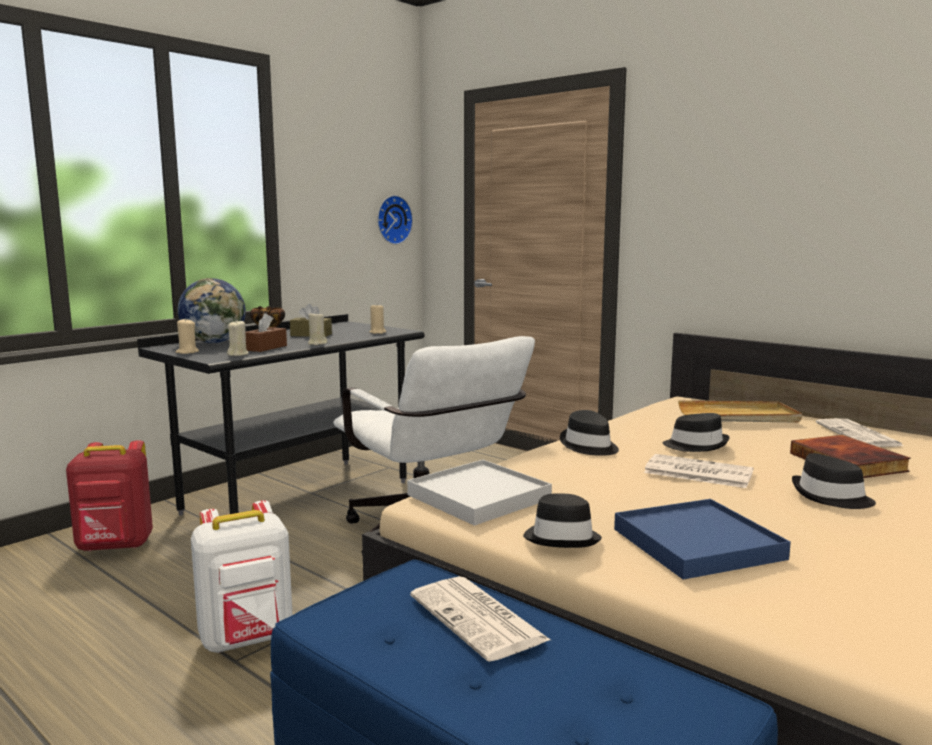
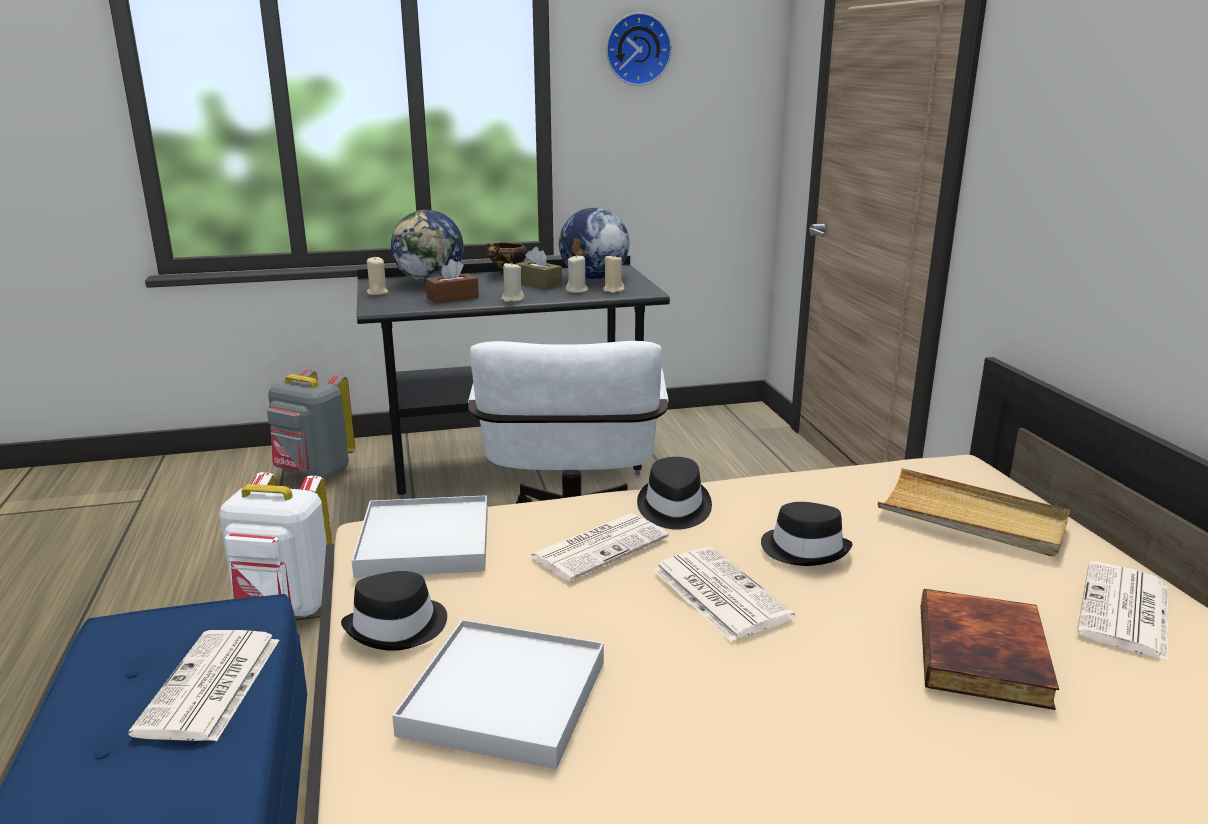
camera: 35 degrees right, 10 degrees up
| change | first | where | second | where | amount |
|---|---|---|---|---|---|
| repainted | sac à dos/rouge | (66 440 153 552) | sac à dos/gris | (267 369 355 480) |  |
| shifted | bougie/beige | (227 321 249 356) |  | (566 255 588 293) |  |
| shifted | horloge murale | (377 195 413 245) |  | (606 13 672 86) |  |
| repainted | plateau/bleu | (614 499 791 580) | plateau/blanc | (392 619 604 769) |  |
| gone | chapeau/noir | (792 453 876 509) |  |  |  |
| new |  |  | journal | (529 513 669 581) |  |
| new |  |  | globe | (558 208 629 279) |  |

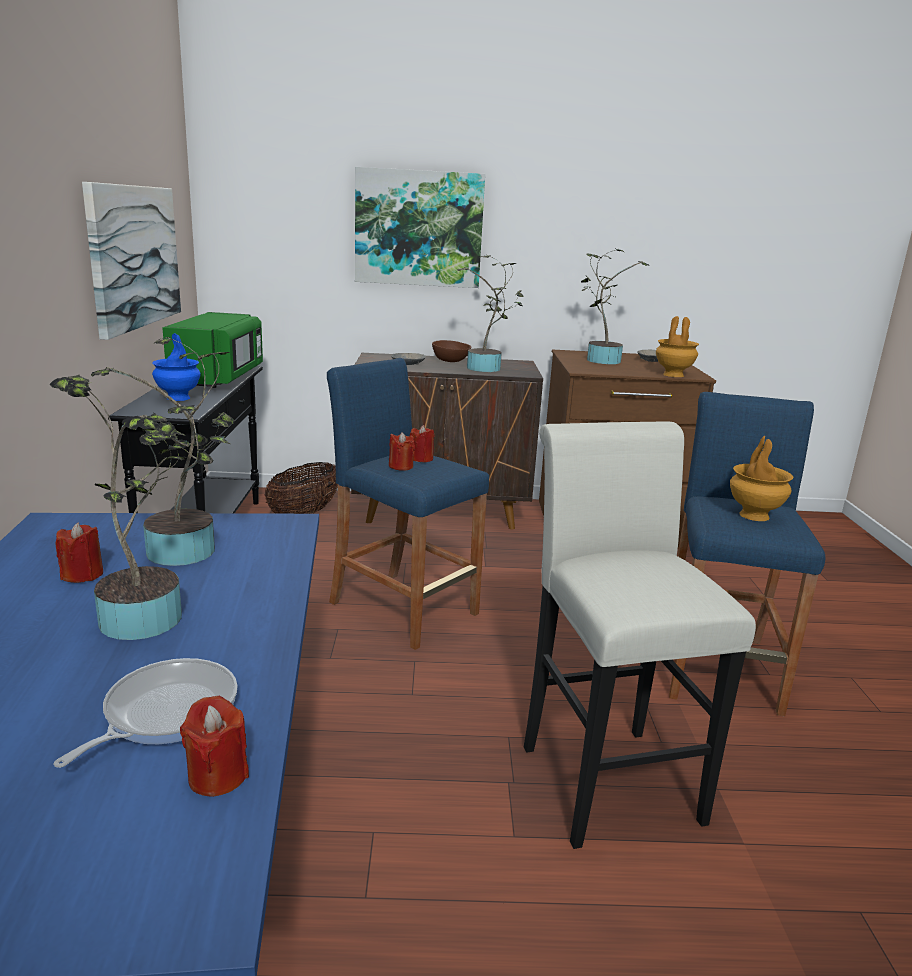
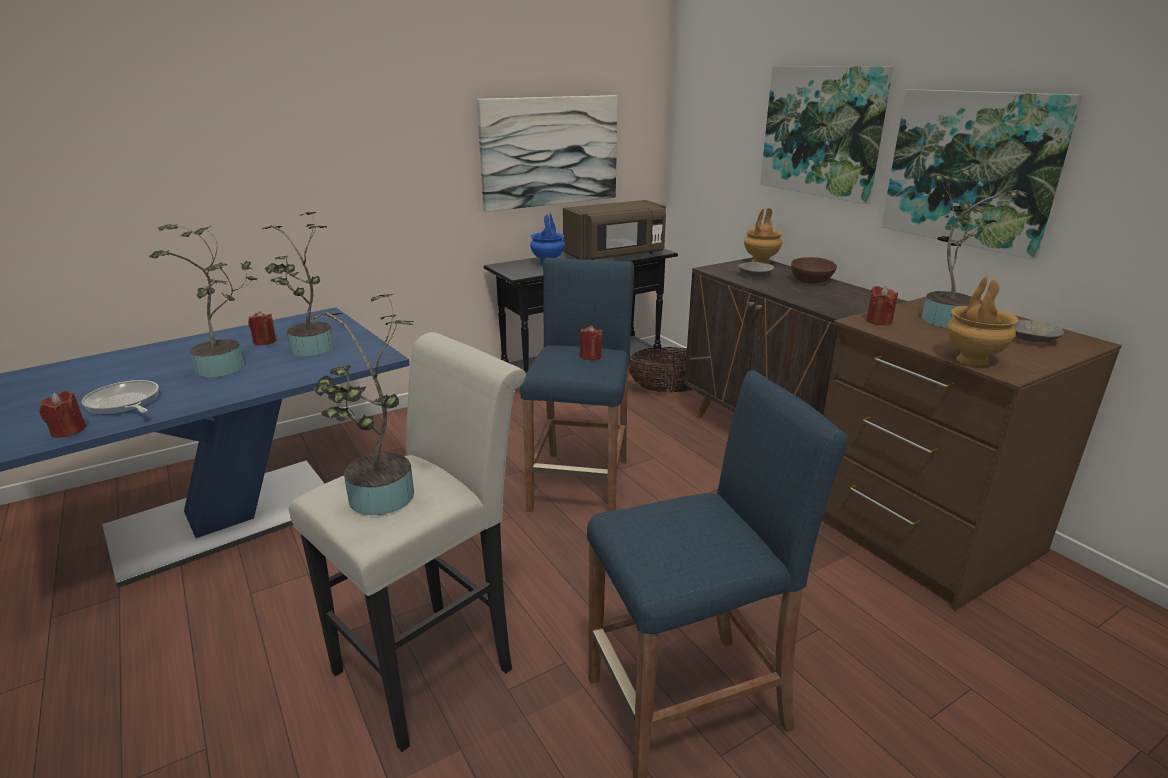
camera: 60 degrees right, 5 degrees up
| change | first | where | second | where | amount |
|---|---|---|---|---|---|
| rotated | poêle | (53 658 238 768) |  | (82 380 159 415) | 135 degrees counterclockwise |
| repainted | micro-ondes/vert | (162 312 263 388) | micro-ondes/marron | (563 200 666 260) |  |
| shifted | bougie/rouge | (389 432 415 471) |  | (866 286 898 325) |  |
| shifted | plante en pot | (457 255 523 372) |  | (310 294 414 515) |  |
| shifted | vase/marron | (730 436 794 521) |  | (744 208 783 264) |  |
| new |  |  | tableau | (881 89 1083 259) |  |

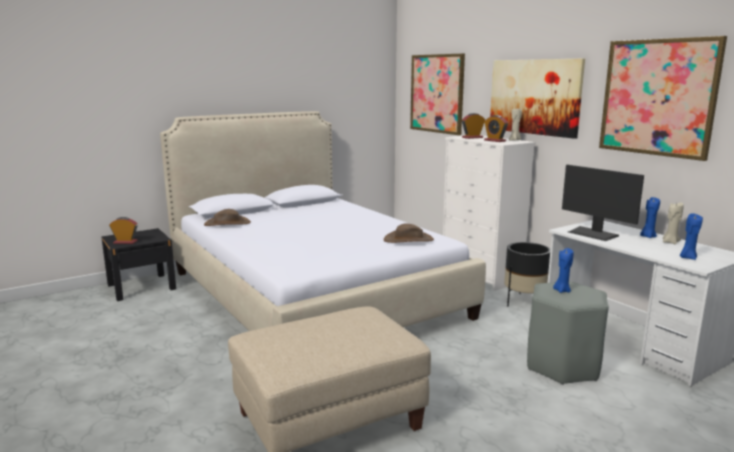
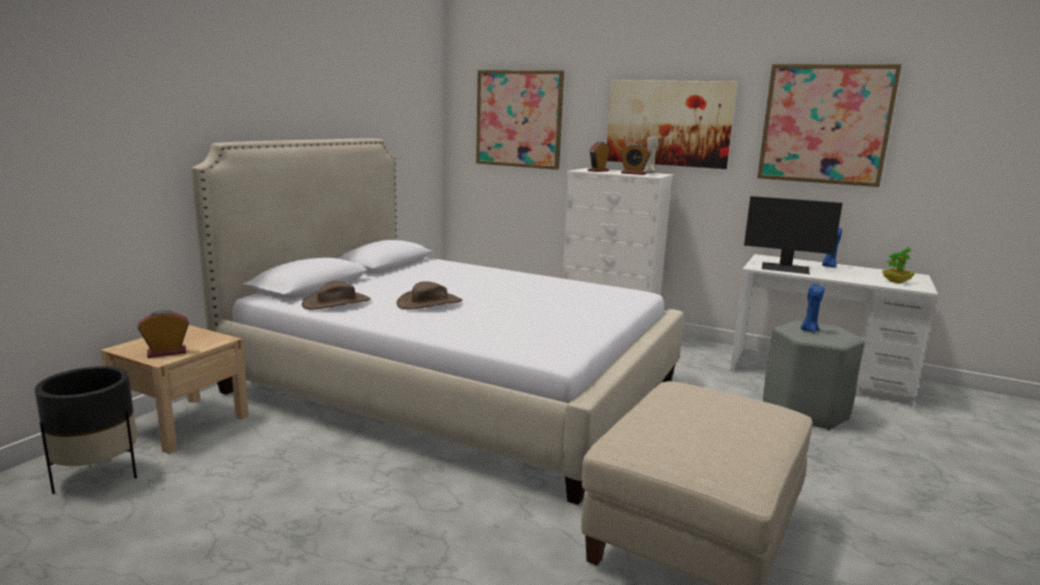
camera: 30 degrees left, 0 degrees up
| change | first | where | second | where | amount |
|---|---|---|---|---|---|
| repainted | table de chevet/noir | (101 228 176 301) | table de chevet/beige | (101 325 249 454) |  |
| shifted | chapeau/marron | (384 223 434 243) |  | (397 282 462 309) |  |
| shifted | cache-pot/noir | (504 242 551 306) |  | (35 366 137 494) |  |
| gone | bougie/beige | (663 202 684 244) |  |  |  |
| swapped | bougie/bleu | (680 213 703 260) | plante en pot | (882 247 914 284) |  |

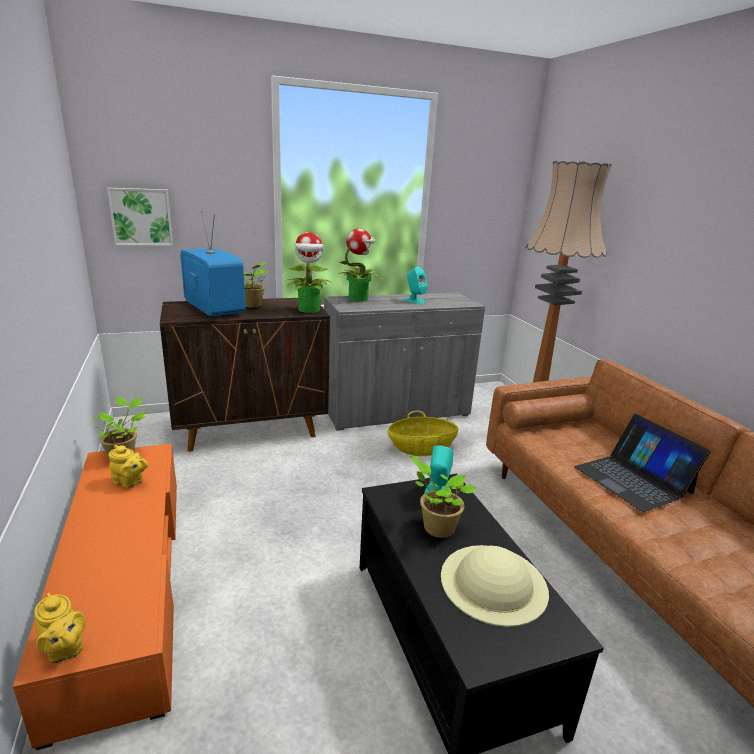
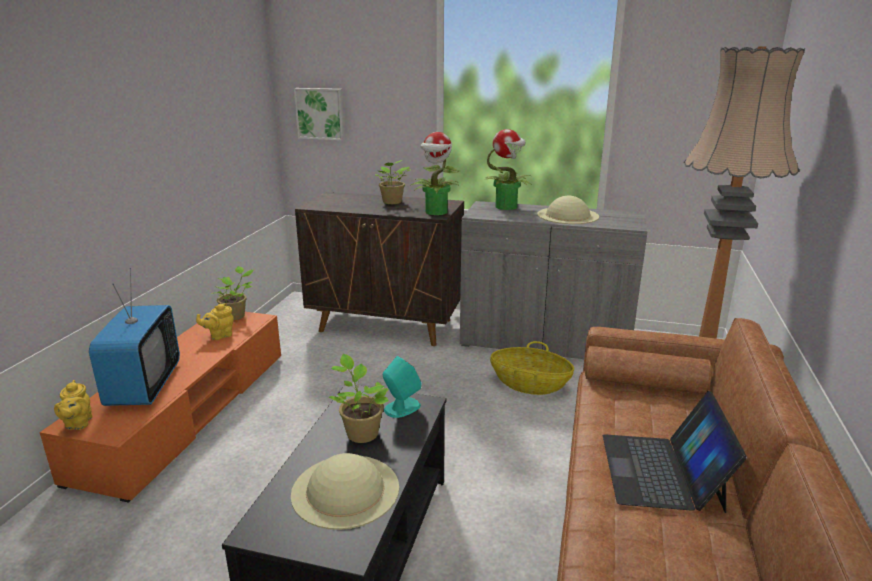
camera: 35 degrees right, 0 degrees up
| change | first | where | second | where | amount |
|---|---|---|---|---|---|
| rotated | théière/jaune | (109 445 148 488) |  | (196 303 234 340) | 90 degrees clockwise |
| shifted | téléviseur | (180 211 246 317) |  | (89 268 180 406) |  |
| swapped | enceinte/turquoise | (405 267 428 304) | chapeau/beige | (537 195 599 224) |  |

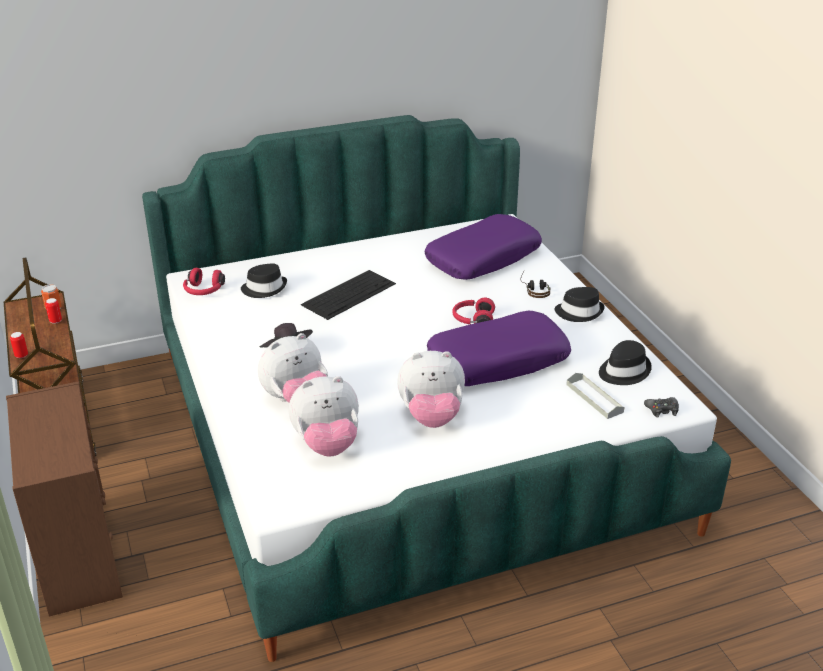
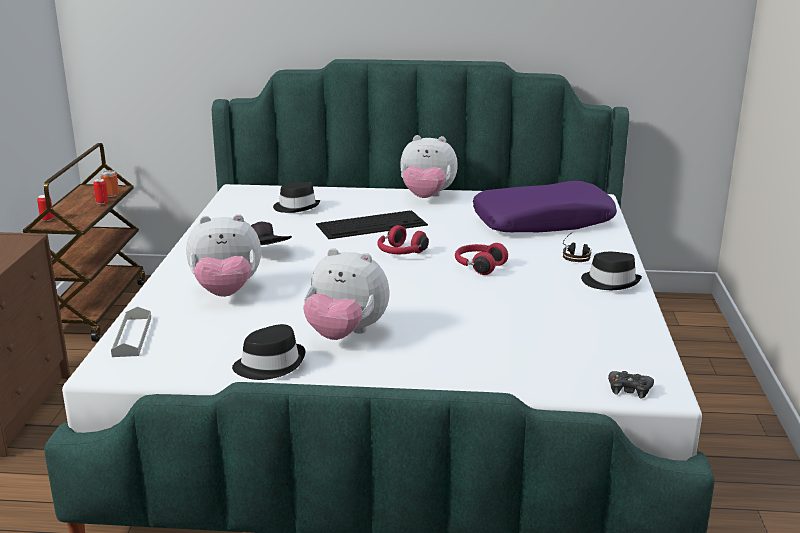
camera: 25 degrees right, 10 degrees down
| change | first | where | second | where | amount |
|---|---|---|---|---|---|
| shifted | casque audio/rouge | (183 268 225 295) |  | (377 225 429 254) |  |
| shifted | peluche | (289 376 359 457) |  | (400 135 458 198) |  |
| gone | coussin/violet | (427 311 571 386) |  |  |  |
| shifted | plateau/gris | (566 373 625 419) |  | (111 306 151 357) |  |
| shifted | chapeau/noir | (599 340 652 385) |  | (232 324 305 380) |  |

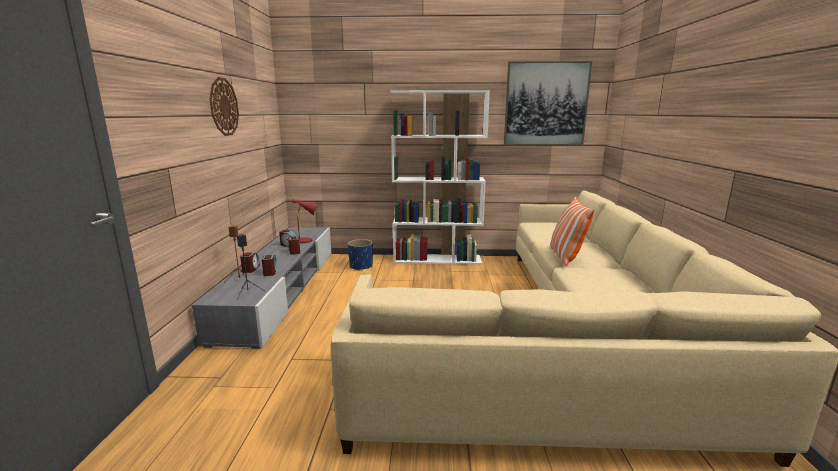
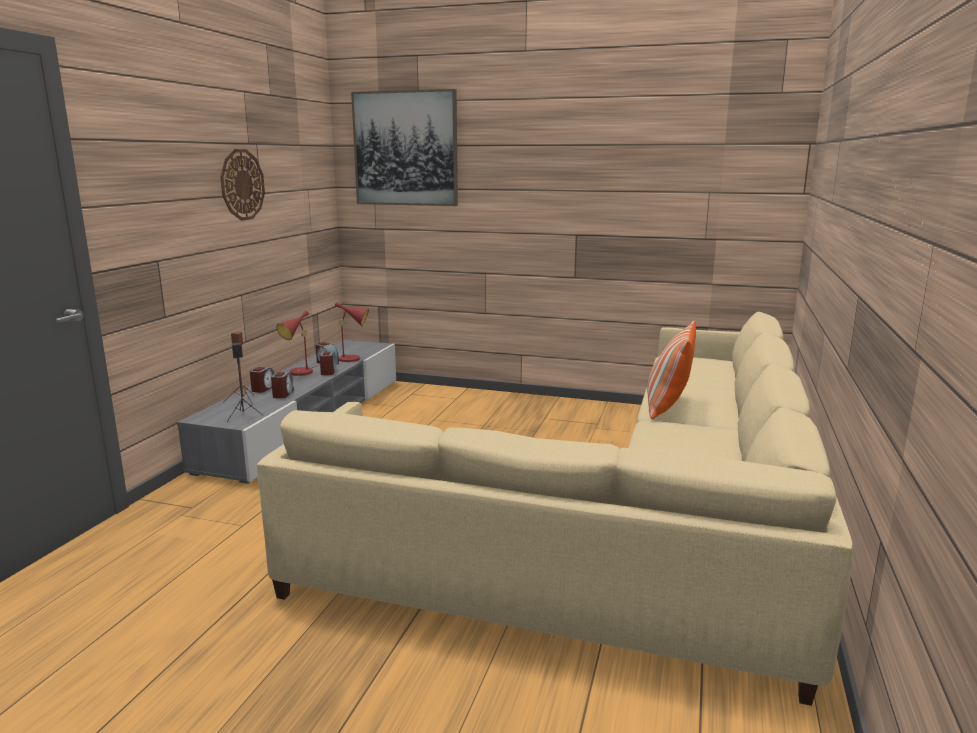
camera: 15 degrees right, 0 degrees up
| change | first | where | second | where | amount |
|---|---|---|---|---|---|
| gone | cache-pot/bleu | (348 239 373 271) |  |  |  |
| gone | bibliothèque/blanc | (390 90 490 265) |  |  |  |
| shifted | tableau | (504 61 592 146) |  | (351 89 458 206) |  |
| new |  |  | lampe de table/rouge | (277 310 320 376) |  |

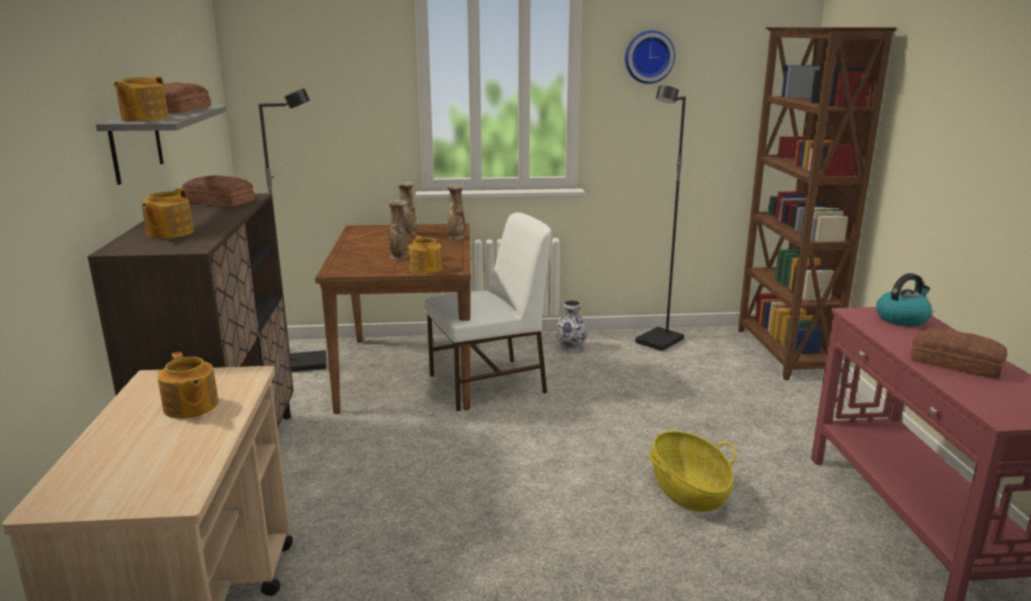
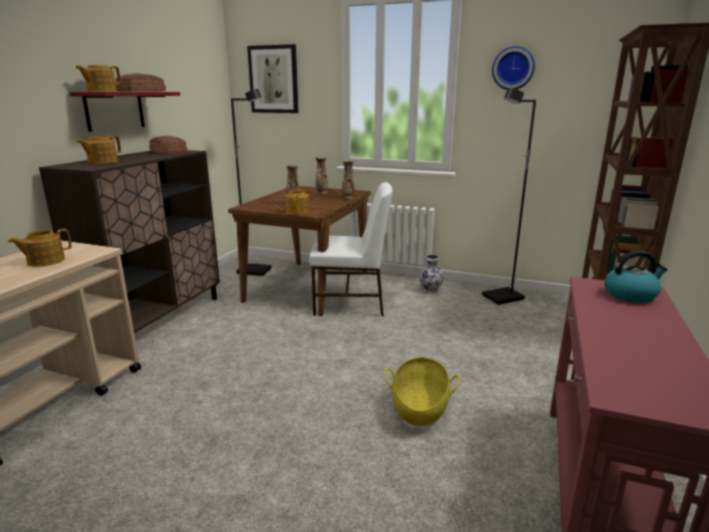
camera: 25 degrees right, 0 degrees up
| change | first | where | second | where | amount |
|---|---|---|---|---|---|
| repainted | étagère/gris | (96 106 227 185) | étagère/rouge | (69 92 180 132) |  |
| rotated | théière | (157 352 219 419) |  | (8 229 72 267) | 60 degrees clockwise |
| gone | pain | (910 328 1008 379) |  |  |  |
| new |  |  | tableau | (247 44 299 113) |  |

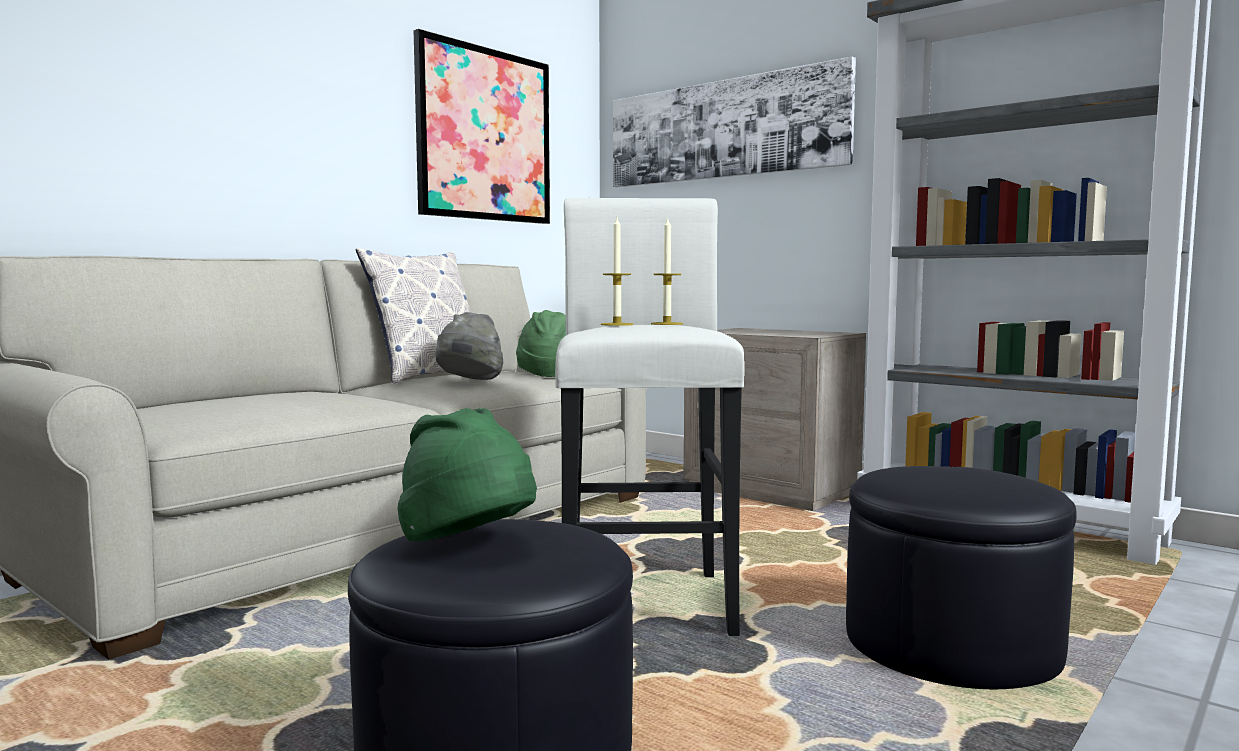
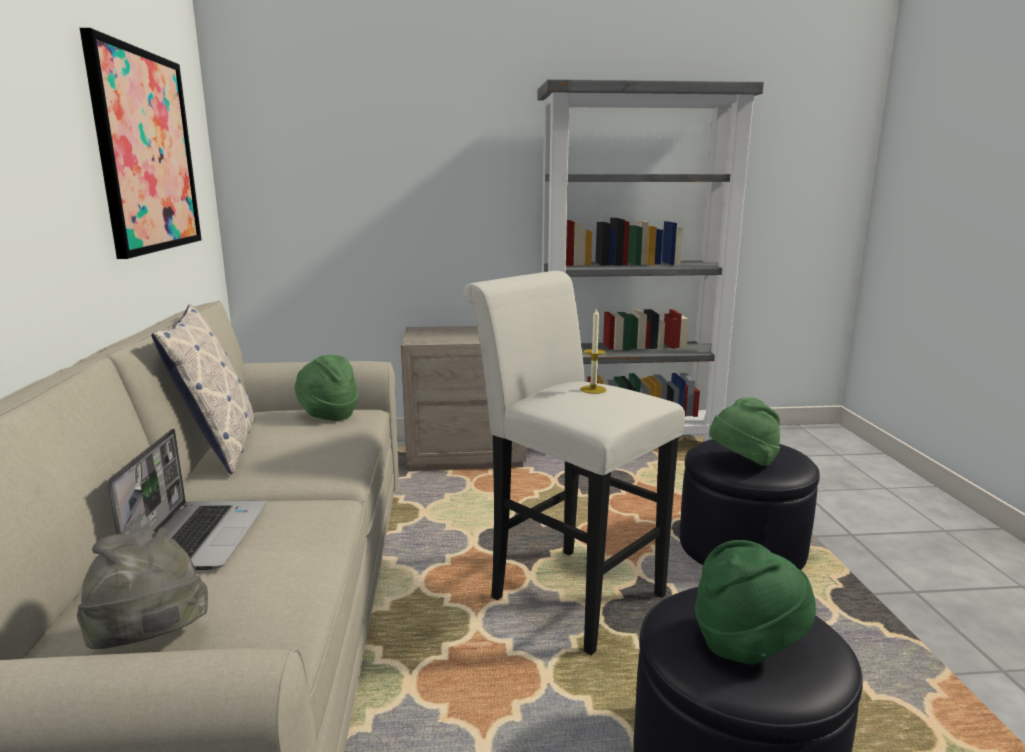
camera: 45 degrees left, 10 degrees up
| change | first | where | second | where | amount |
|---|---|---|---|---|---|
| shifted | chapeau/gris | (435 312 503 380) |  | (77 527 208 649) |  |
| gone | bougie | (601 218 634 326) |  |  |  |
| gone | tableau | (613 56 856 187) |  |  |  |
| new |  |  | ordinateur portable | (107 429 267 570) |  |
| new |  |  | chapeau/vert | (709 398 780 466) |  |

